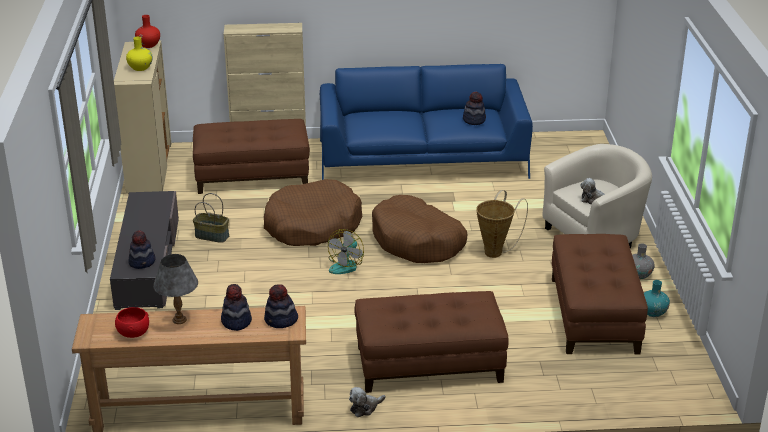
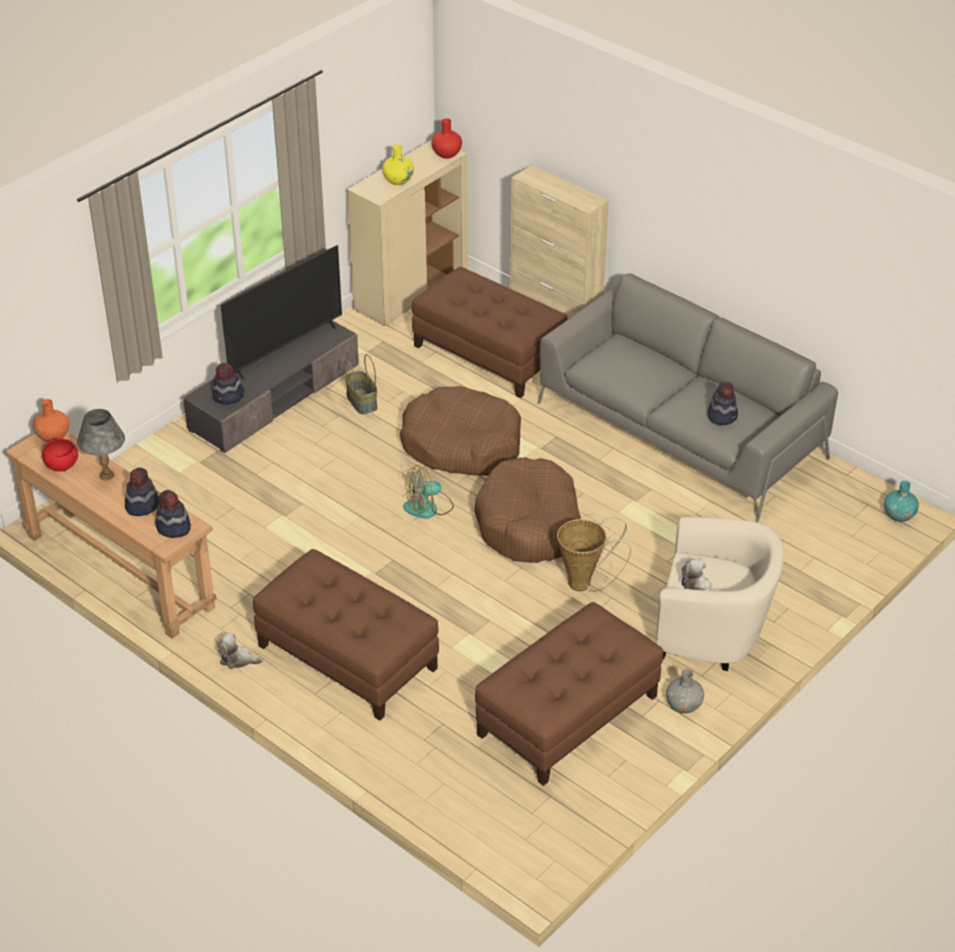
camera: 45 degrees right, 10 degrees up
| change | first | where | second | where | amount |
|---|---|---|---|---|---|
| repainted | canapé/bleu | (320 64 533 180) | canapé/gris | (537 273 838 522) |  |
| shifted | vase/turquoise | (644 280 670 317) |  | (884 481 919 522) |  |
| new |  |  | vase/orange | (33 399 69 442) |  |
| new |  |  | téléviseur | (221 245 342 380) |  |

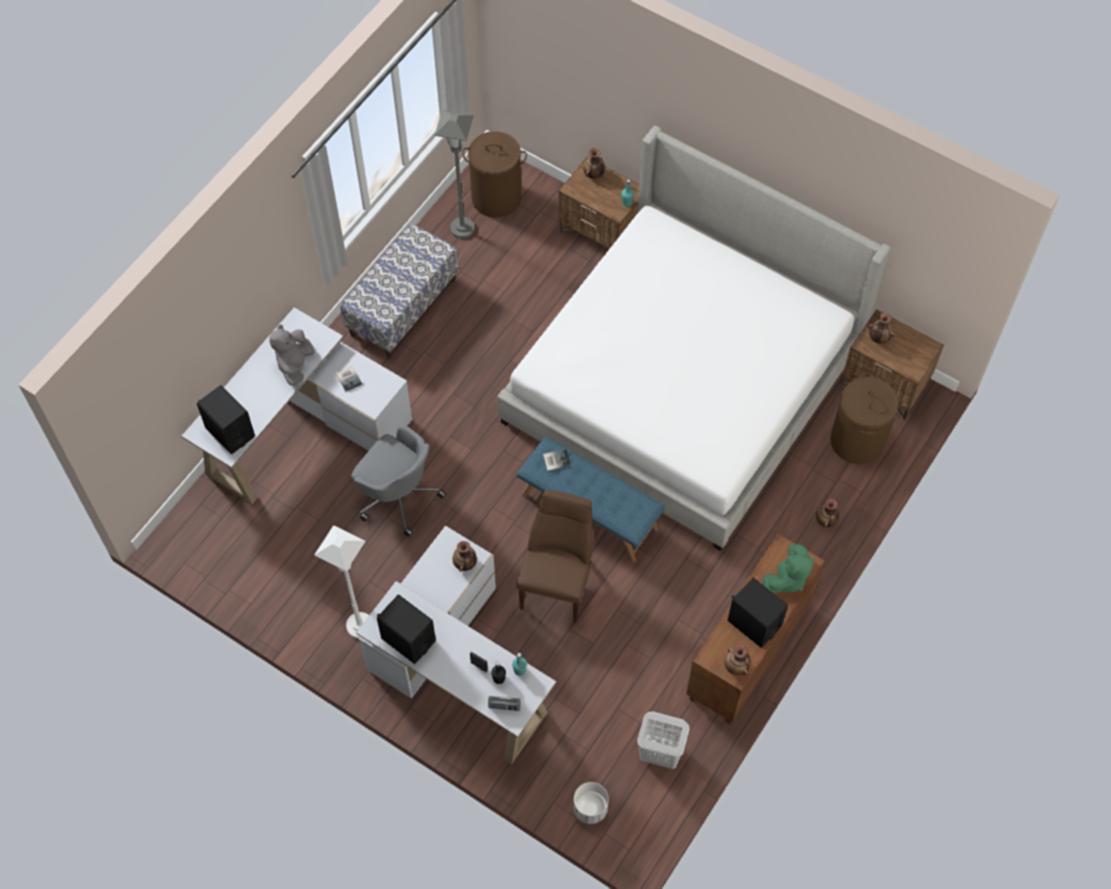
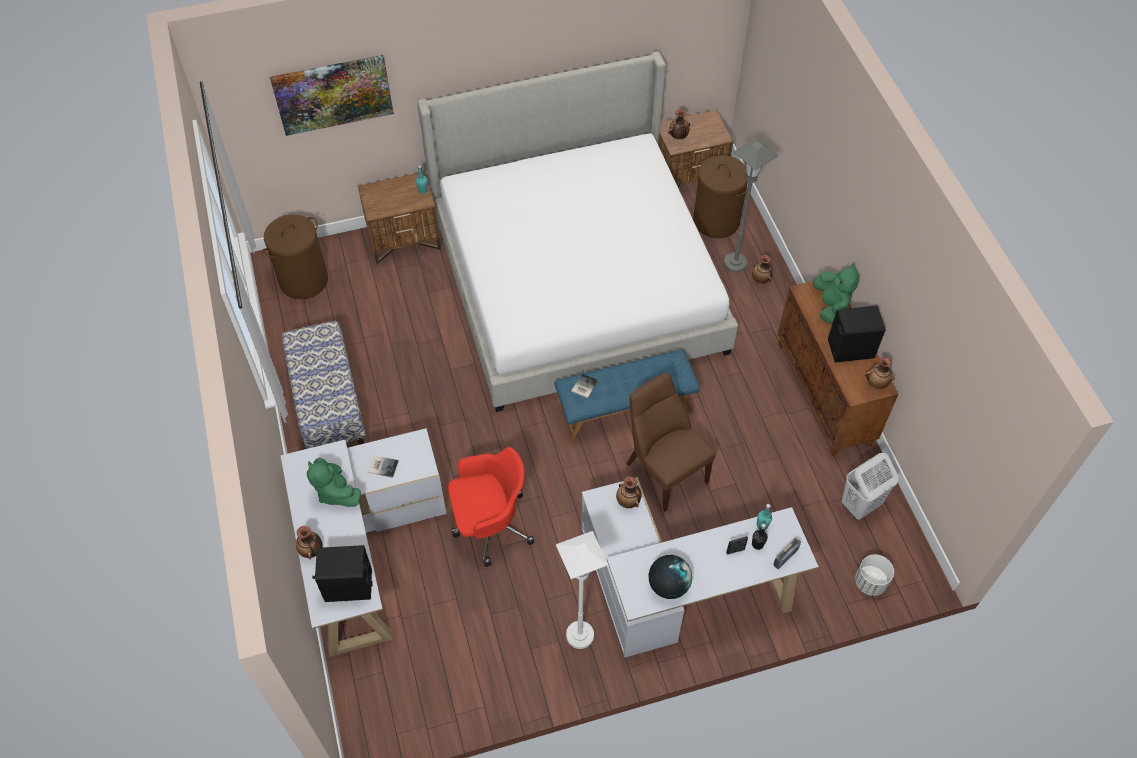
camera: 50 degrees left, 5 degrees down
| change | first | where | second | where | amount |
|---|---|---|---|---|---|
| repainted | peluche/gris | (269 324 315 386) | peluche/vert | (307 457 361 507) |  |
| repainted | chaise de bureau/gris | (351 424 446 537) | chaise de bureau/rouge | (448 447 534 567) |  |
| swapped | enceinte/noir | (377 594 436 664) | globe | (648 555 692 599) |  |
| shifted | lampadaire/gris | (435 110 474 239) |  | (724 137 779 273) |  |
| shifted | vase | (583 148 605 179) |  | (296 526 323 559) |  |
| new |  |  | tableau | (270 55 394 136) |  |

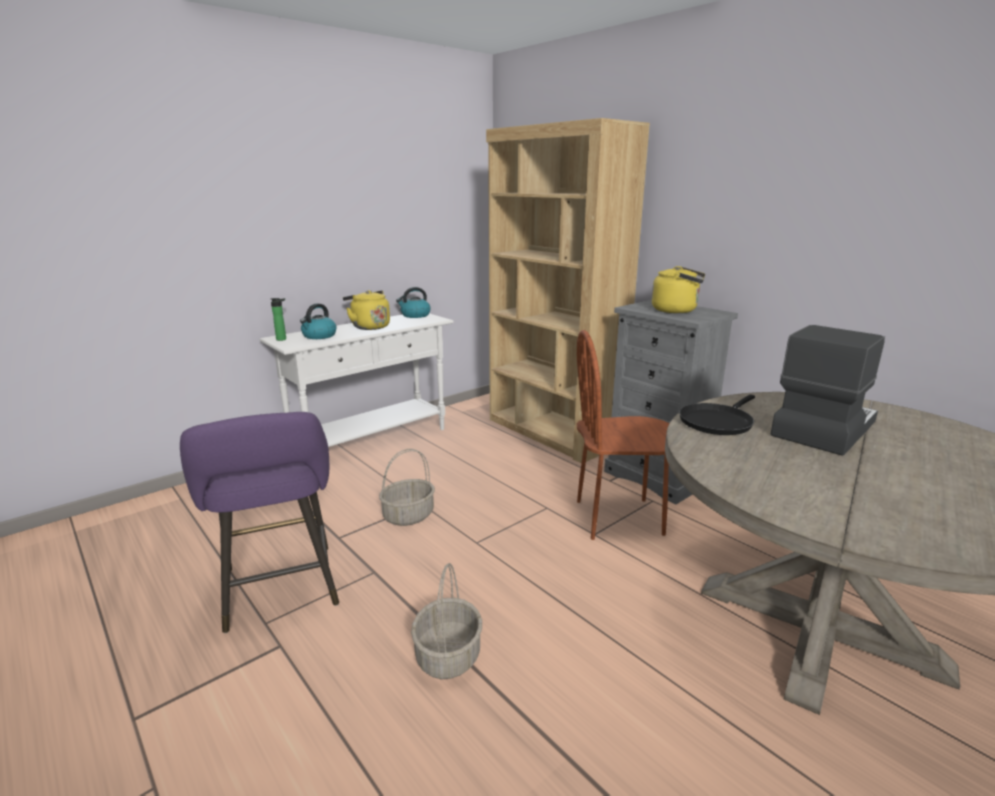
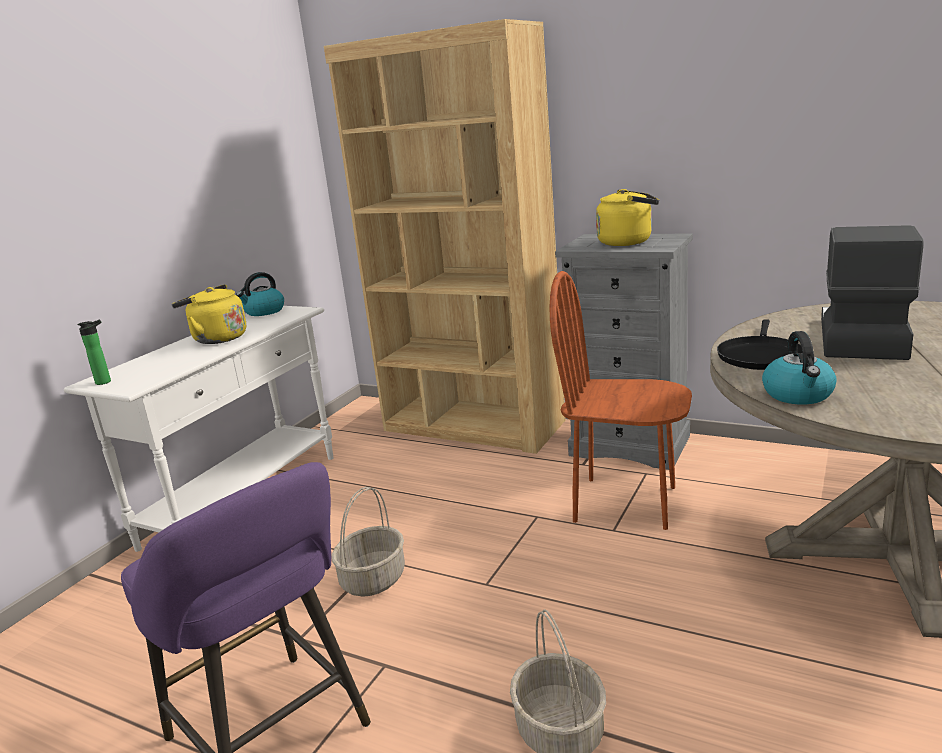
camera: 20 degrees left, 0 degrees up
| change | first | where | second | where | amount |
|---|---|---|---|---|---|
| shifted | bouilloire | (300 303 337 339) |  | (762 331 837 404) |  |
| rotated | chaise/marron | (576 330 669 540) |  | (550 271 692 530) | 45 degrees clockwise |

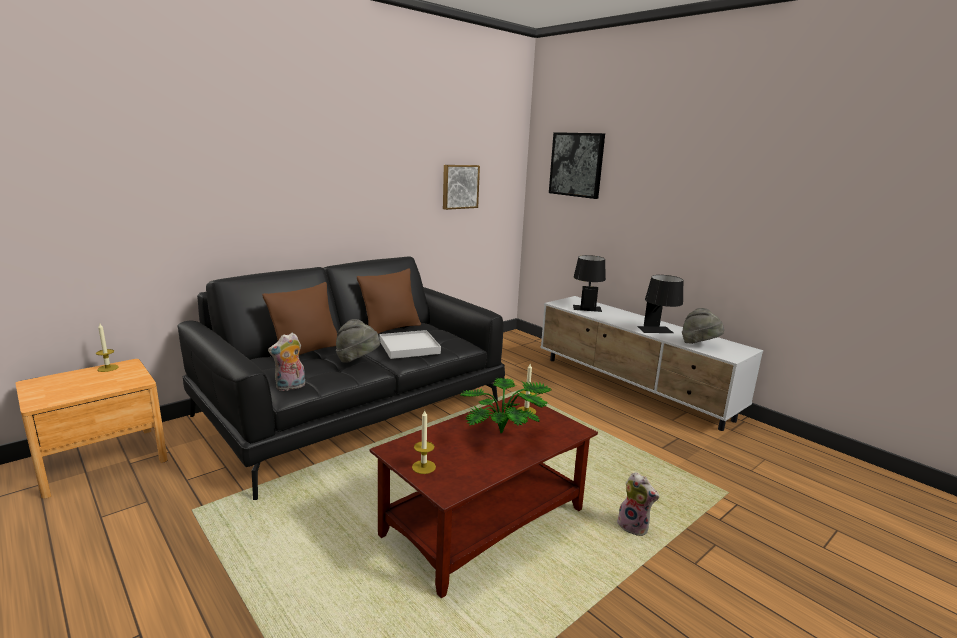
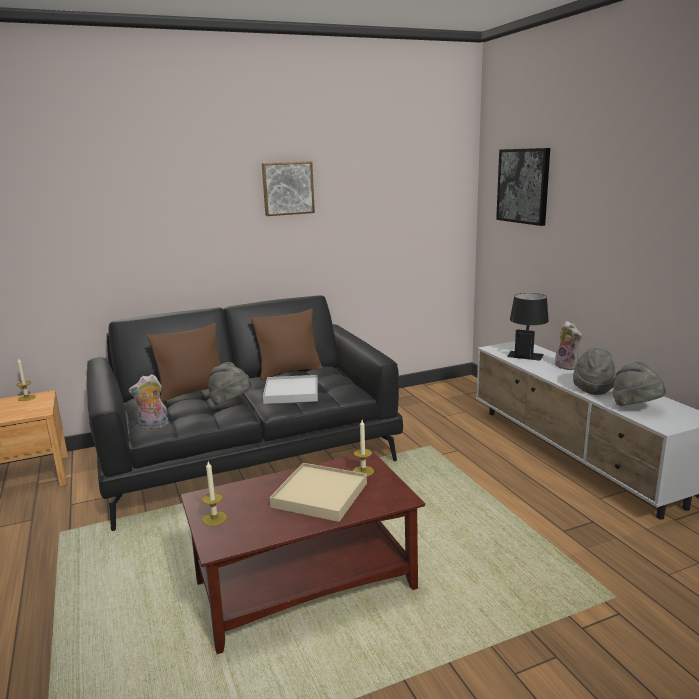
camera: 20 degrees right, 0 degrees up
| change | first | where | second | where | amount |
|---|---|---|---|---|---|
| shifted | tableau | (443 165 480 210) |  | (262 161 315 216) |  |
| swapped | plante en pot | (460 378 552 433) | plateau/beige | (270 463 367 522) |  |
| shifted | peluche | (617 472 659 536) |  | (555 321 582 370) |  |
| swapped | lampe de table/noir | (637 275 683 333) | chapeau/gris | (573 348 616 395) |  |

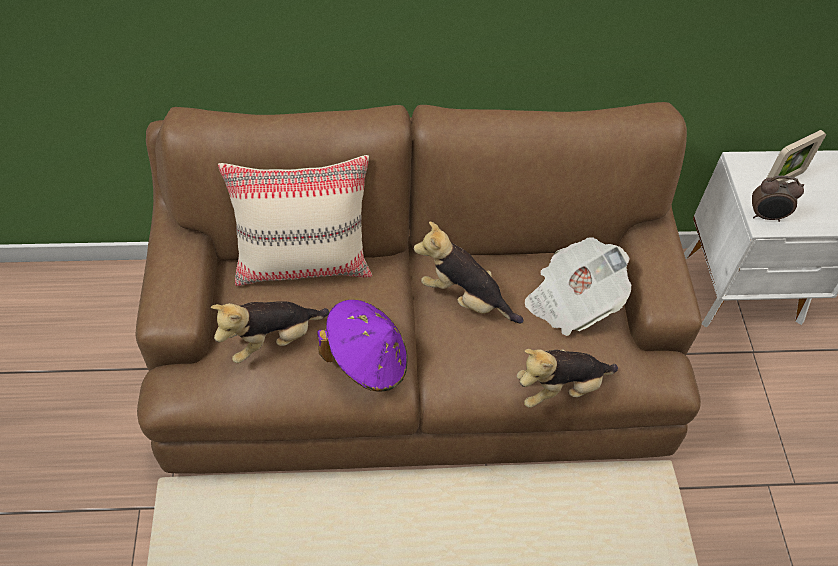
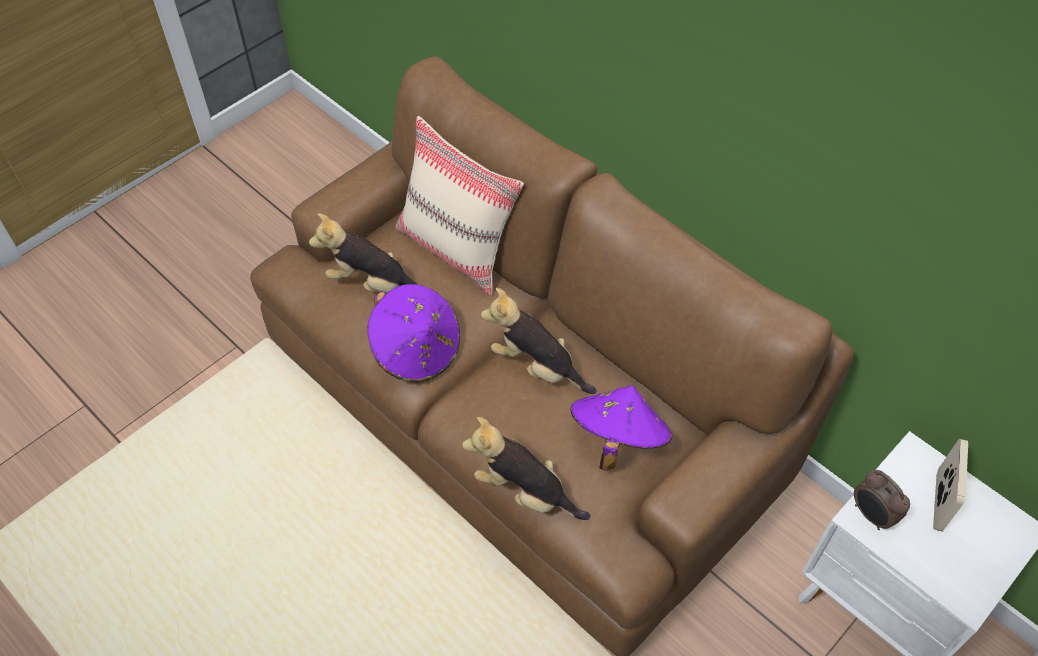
camera: 50 degrees right, 0 degrees up
| change | first | where | second | where | amount |
|---|---|---|---|---|---|
| rotated | peluche | (414 221 524 323) |  | (481 288 596 394) | 45 degrees counterclockwise |
| swapped | journal | (525 237 632 336) | chapeau/violet | (571 385 672 470) |  |
| rotated | cadre photo | (767 130 826 182) |  | (933 439 968 531) | 90 degrees counterclockwise |

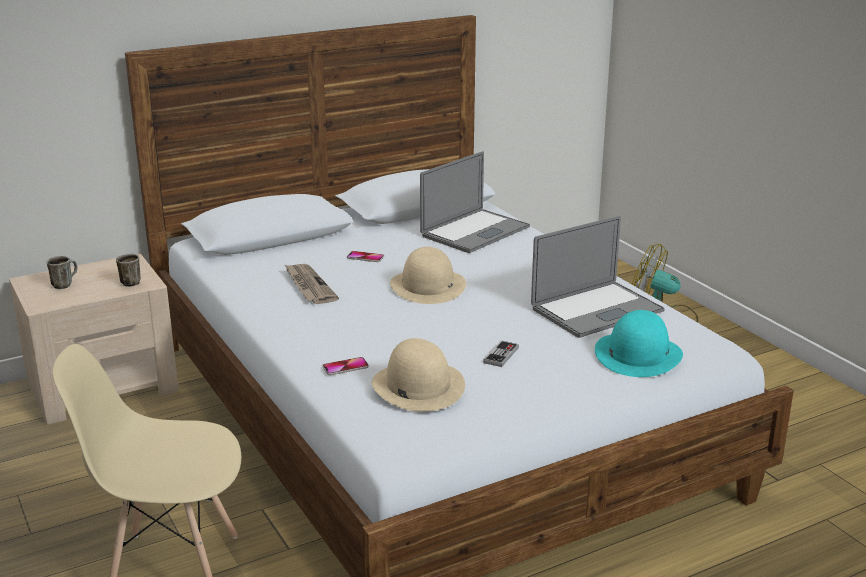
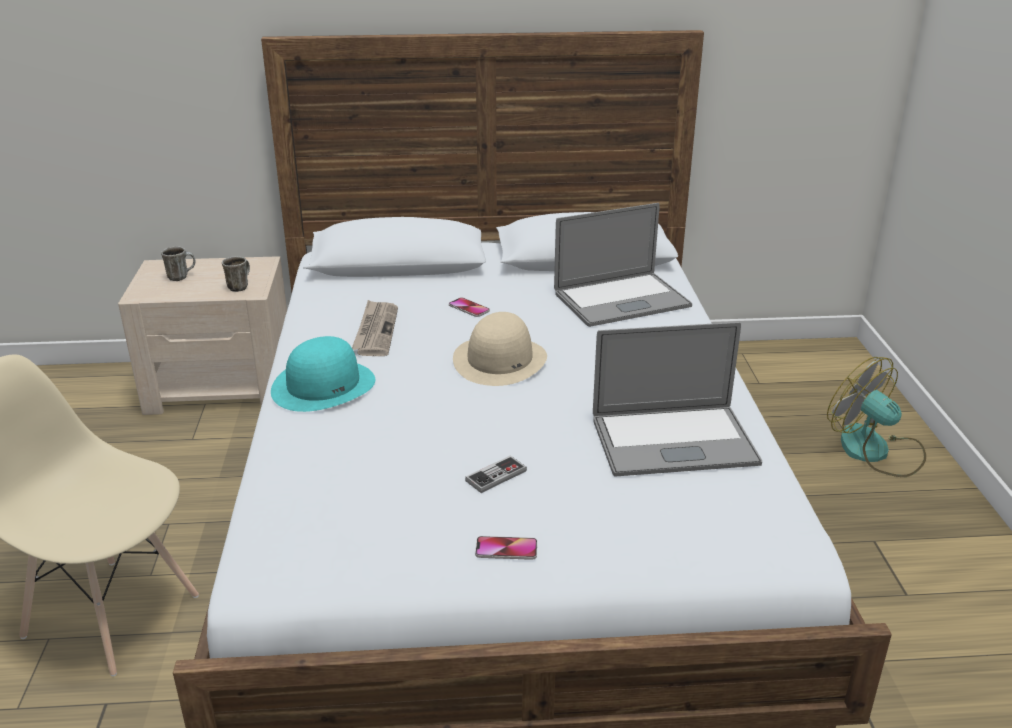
camera: 25 degrees right, 5 degrees up
| change | first | where | second | where | amount |
|---|---|---|---|---|---|
| shifted | téléphone | (322 357 369 375) |  | (475 536 537 560) |  |
| gone | chapeau/beige | (372 338 465 412) |  |  |  |
| shifted | chapeau/turquoise | (595 310 683 377) |  | (271 336 375 412) |  |

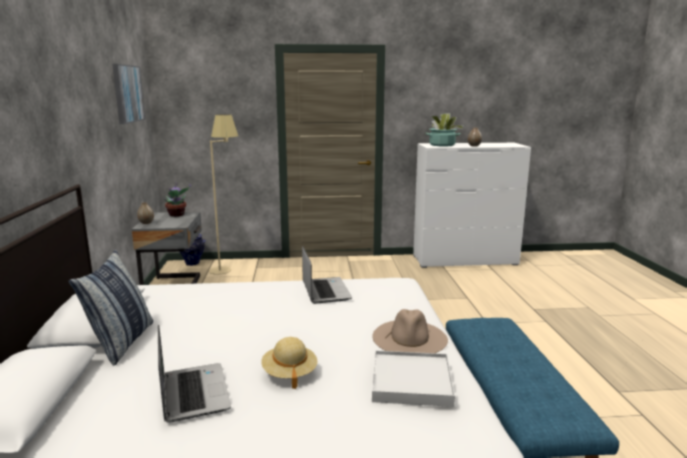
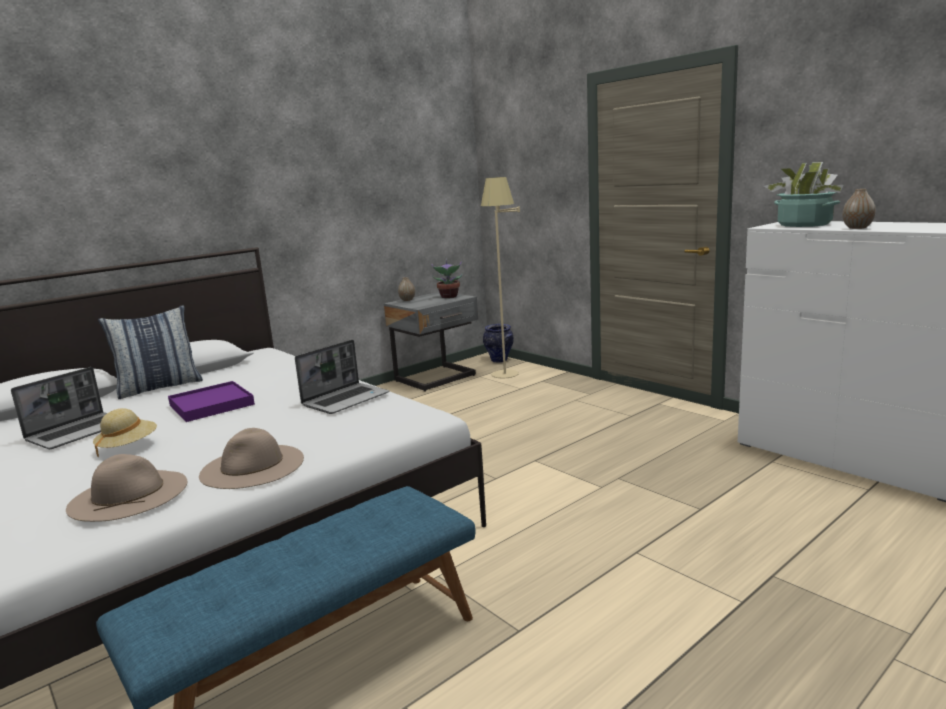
camera: 55 degrees right, 0 degrees up
| change | first | where | second | where | amount |
|---|---|---|---|---|---|
| gone | tableau | (112 64 145 124) |  |  |  |
| swapped | plateau/blanc | (372 350 455 407) | chapeau/beige | (66 454 187 522) |  |
| new |  |  | plateau/violet | (168 381 255 422) |  |

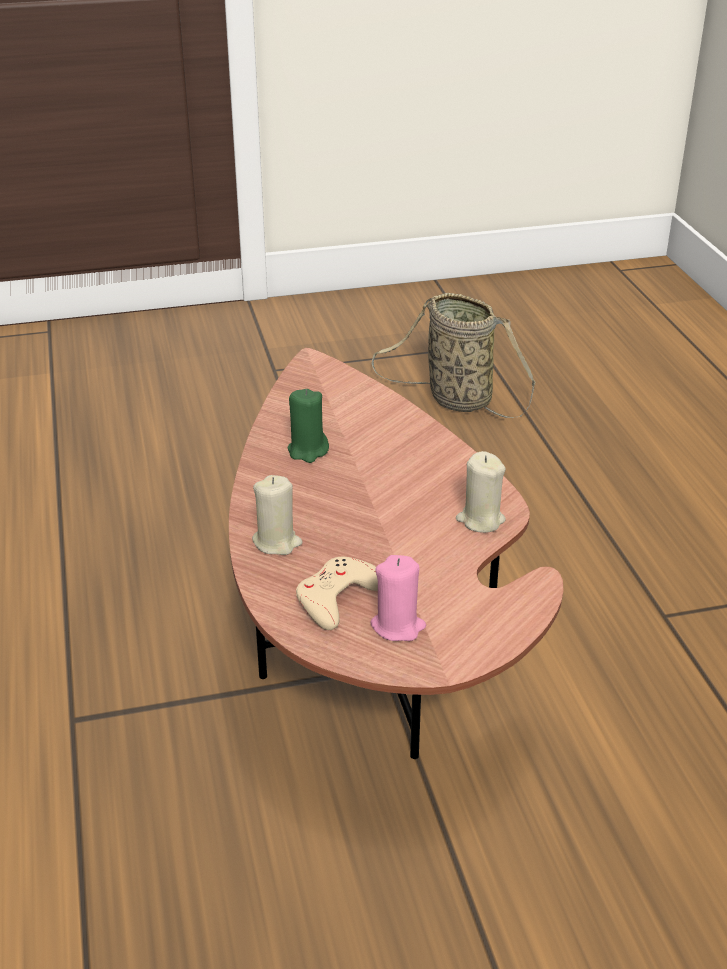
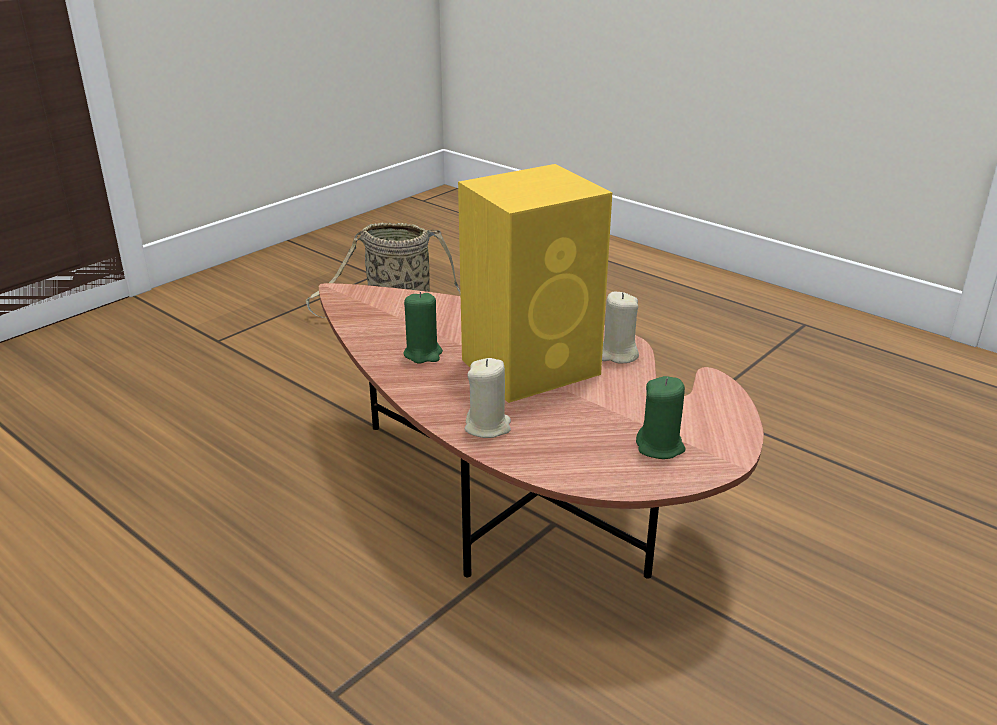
camera: 35 degrees left, 5 degrees down
| change | first | where | second | where | amount |
|---|---|---|---|---|---|
| gone | manette/beige | (296 556 378 630) |  |  |  |
| repainted | bougie/rose | (370 555 426 641) | bougie/vert | (636 376 685 459) |  |
| new |  |  | enceinte/jaune | (458 164 612 403) |  |

